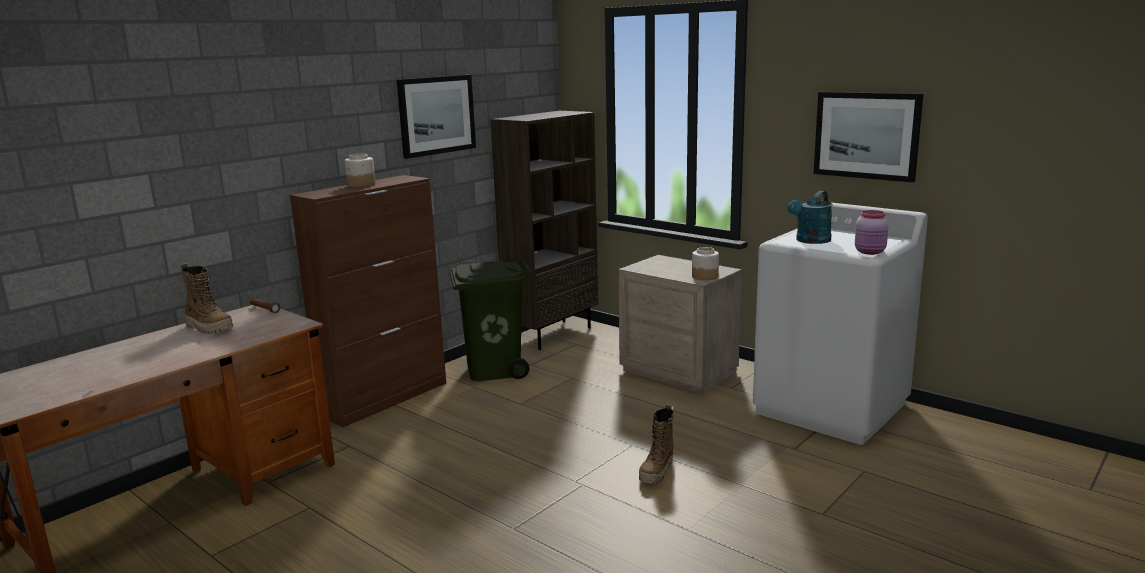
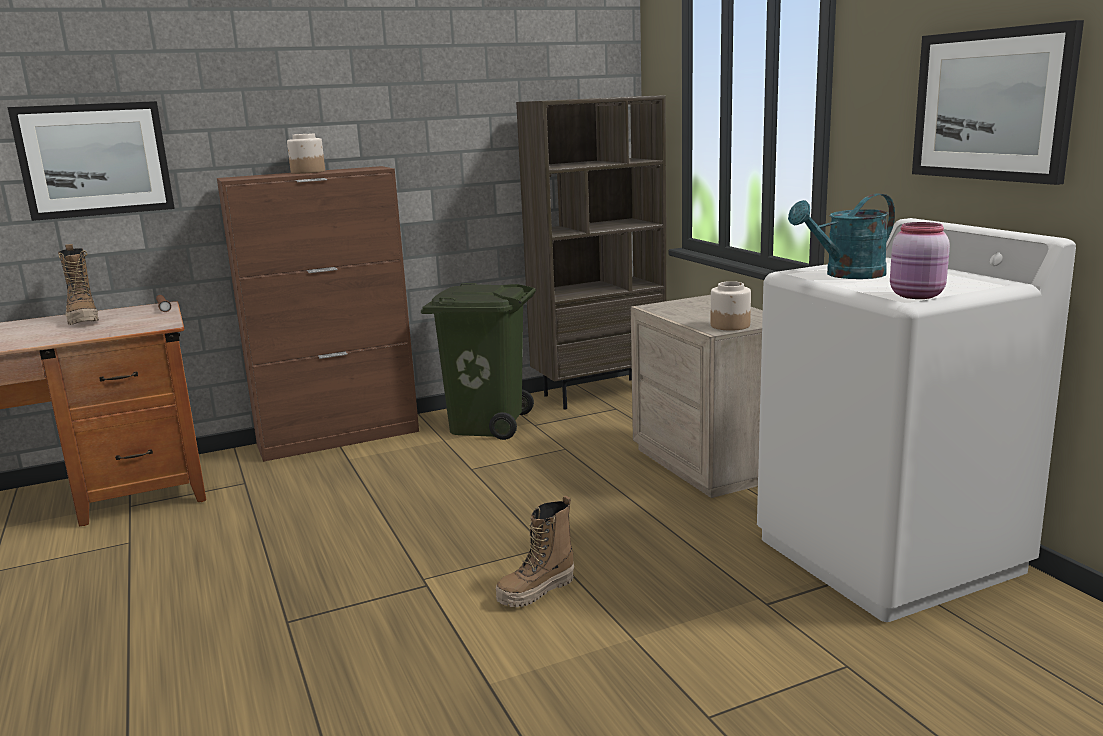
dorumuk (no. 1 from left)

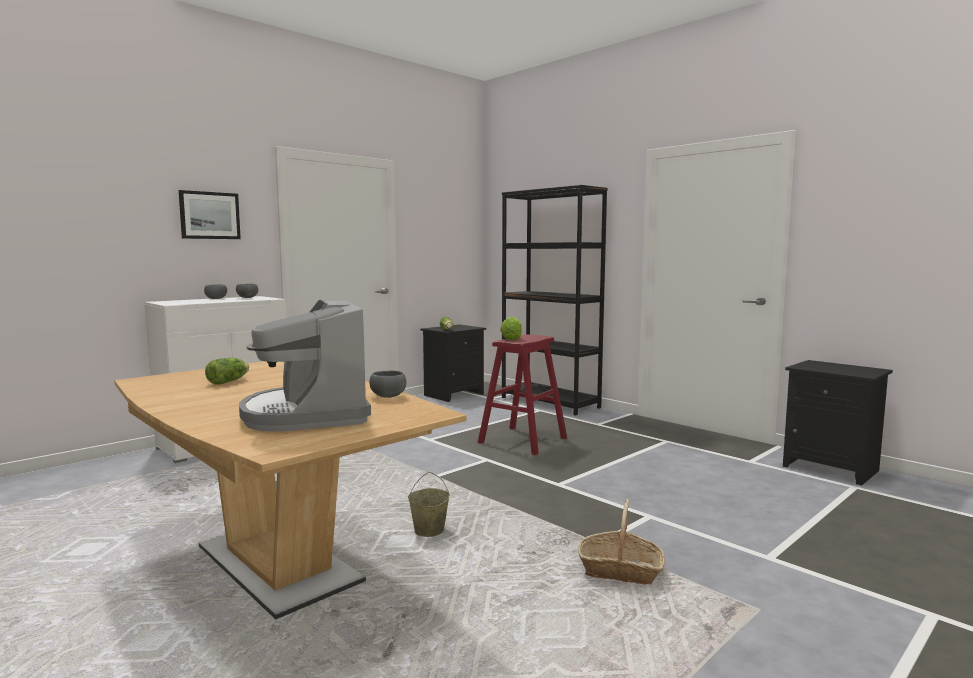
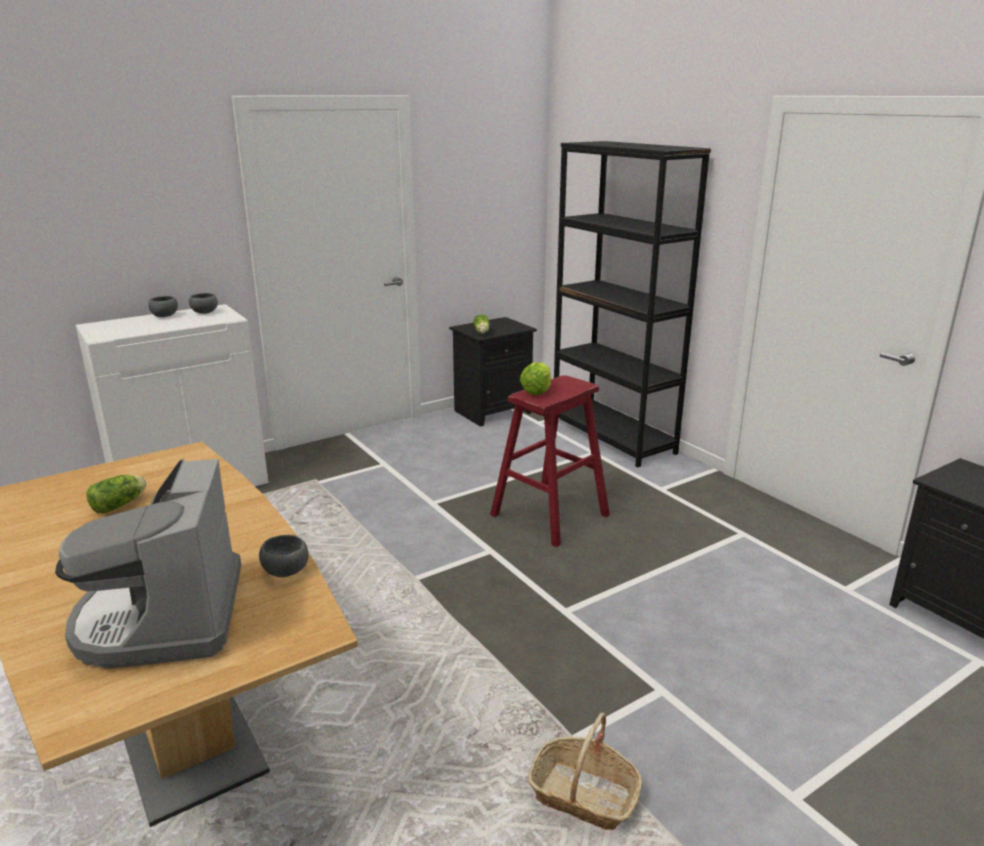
dorumuk; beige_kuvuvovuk

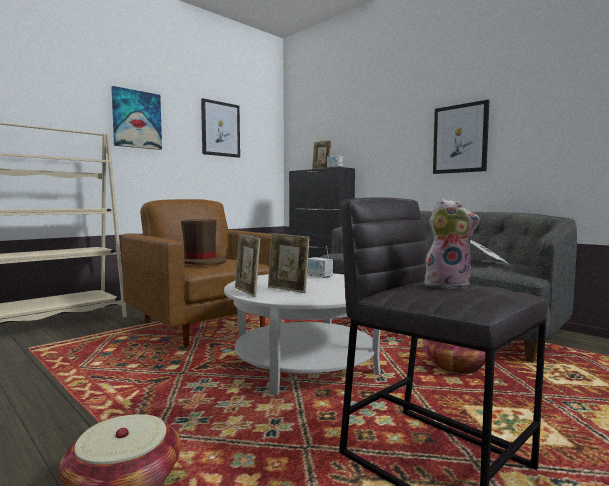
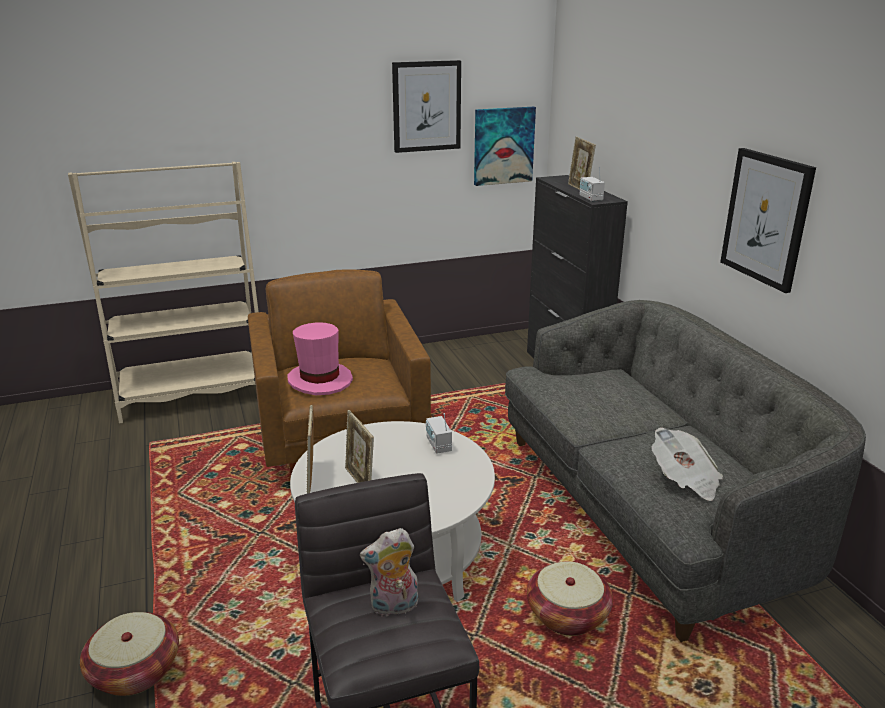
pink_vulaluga; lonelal; dorumuk (no. 2 from left)

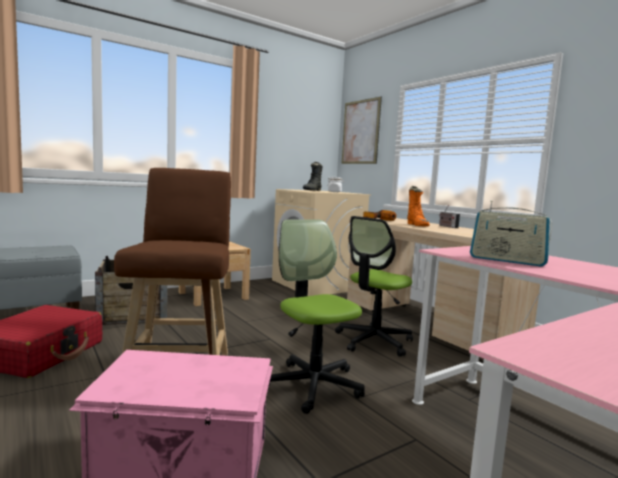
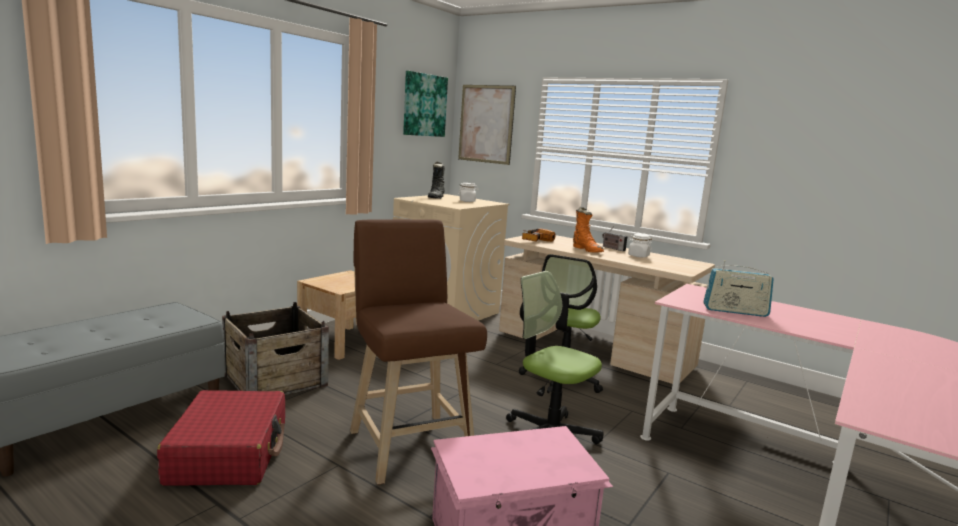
dorumuk (no. 1 from left); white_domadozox (no. 2 from left)

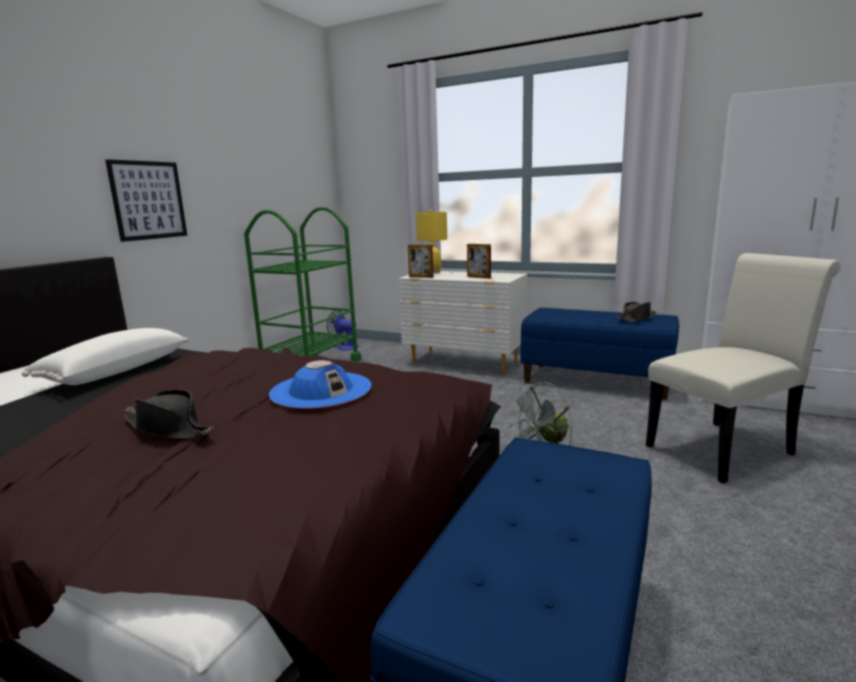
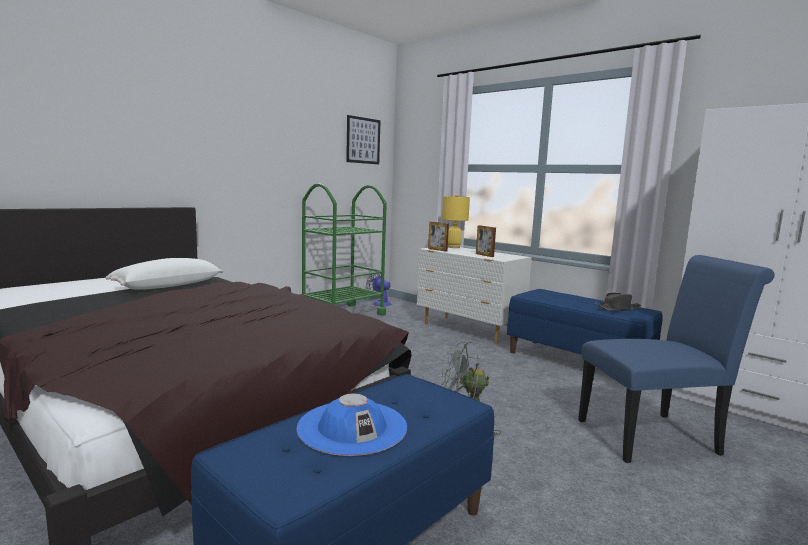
blue_vulaluga; dorumuk; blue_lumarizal; black_vulaluga (no. 1 from left in the first image)

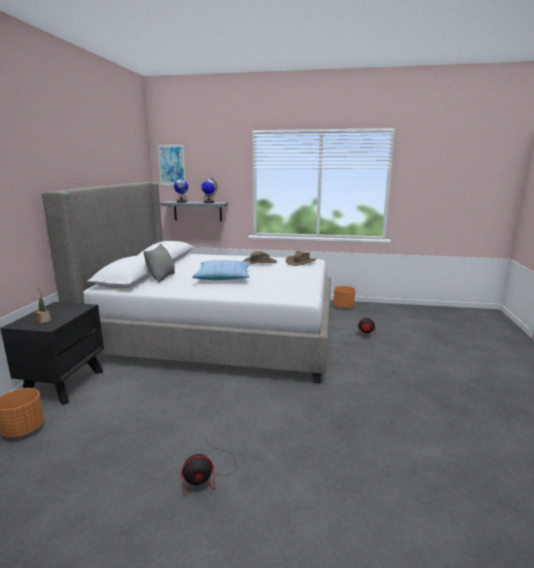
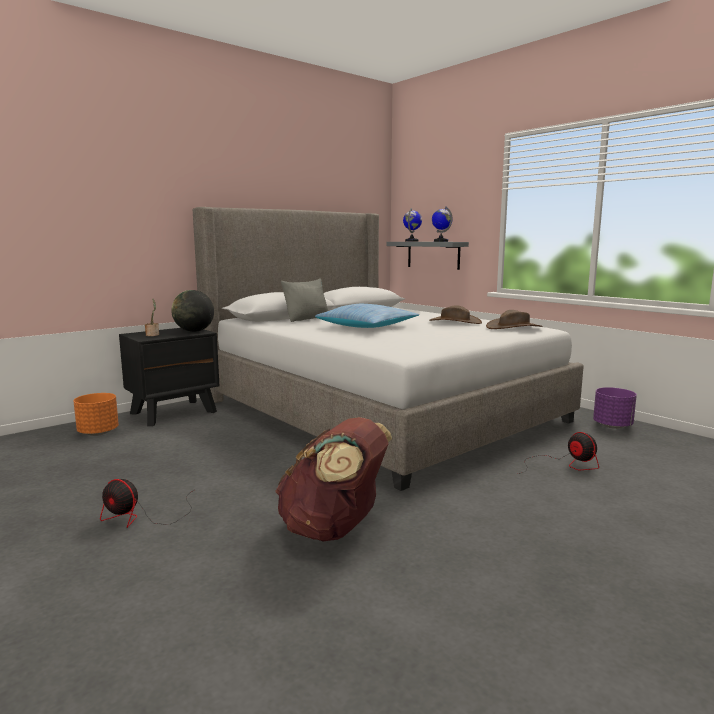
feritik (no. 1 from left); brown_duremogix; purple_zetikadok; dorumuk

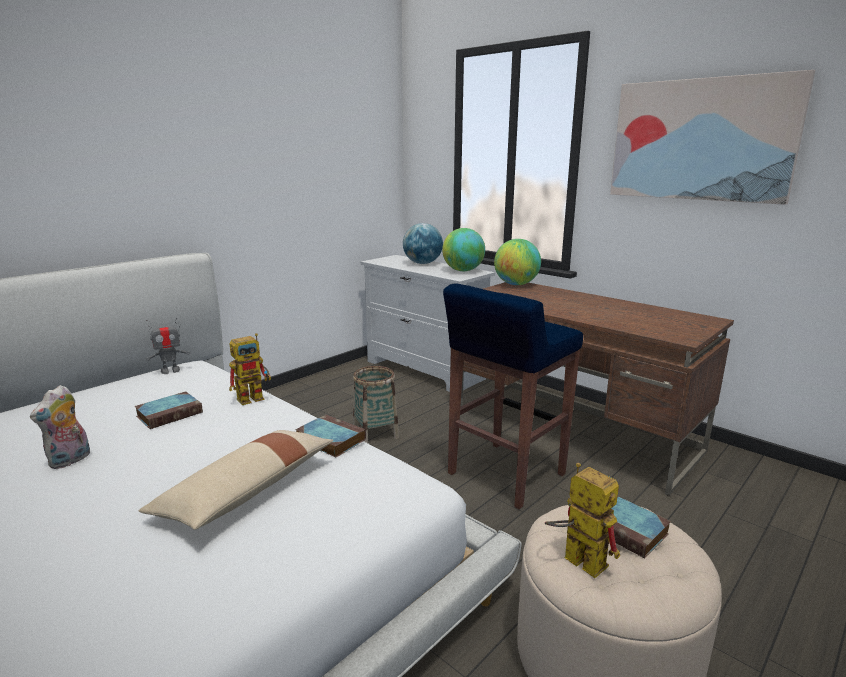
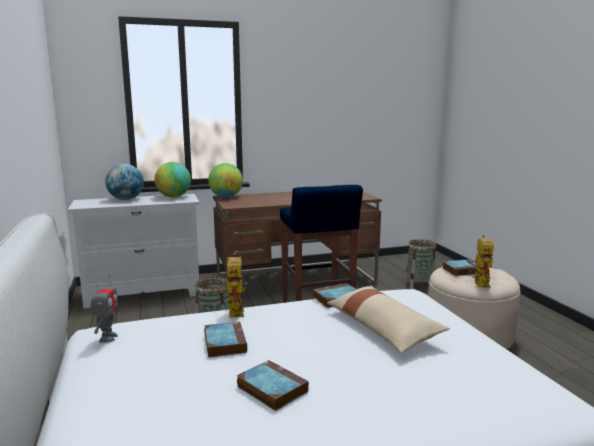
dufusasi (no. 2 from left); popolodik (no. 2 from left); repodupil (no. 3 from left); dorumuk

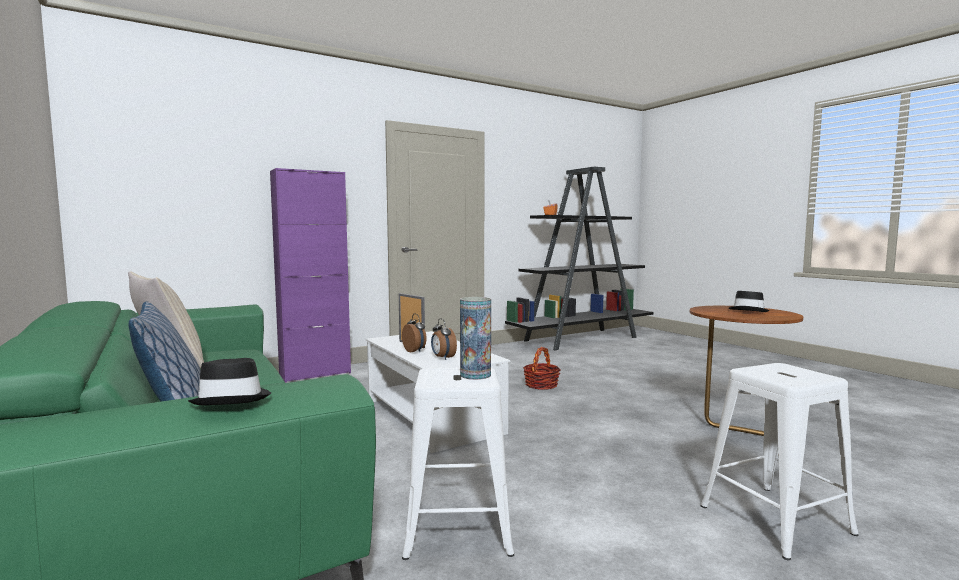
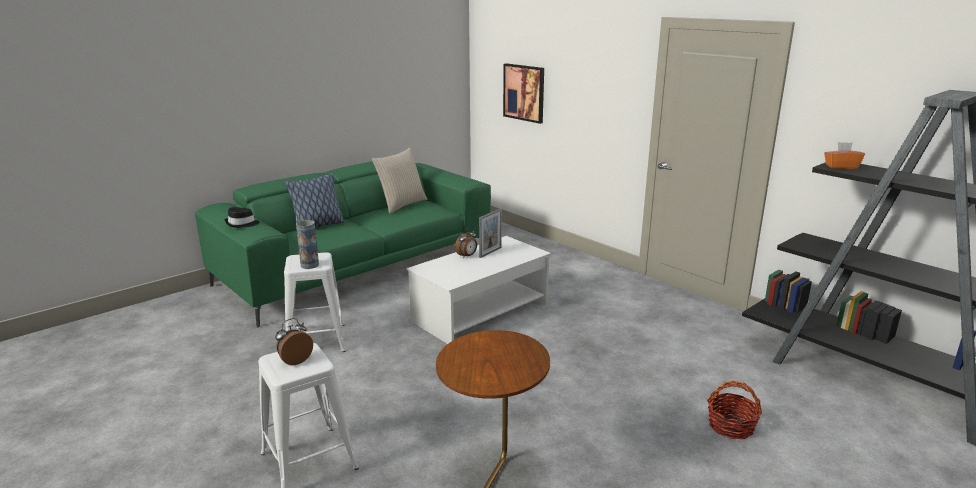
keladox (no. 1 from left); dorumuk; popolodik; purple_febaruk; black_vulaluga (no. 2 from left in the first image)

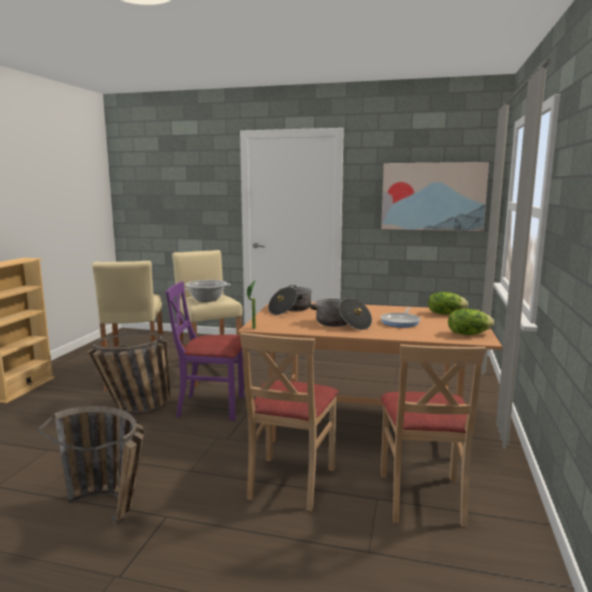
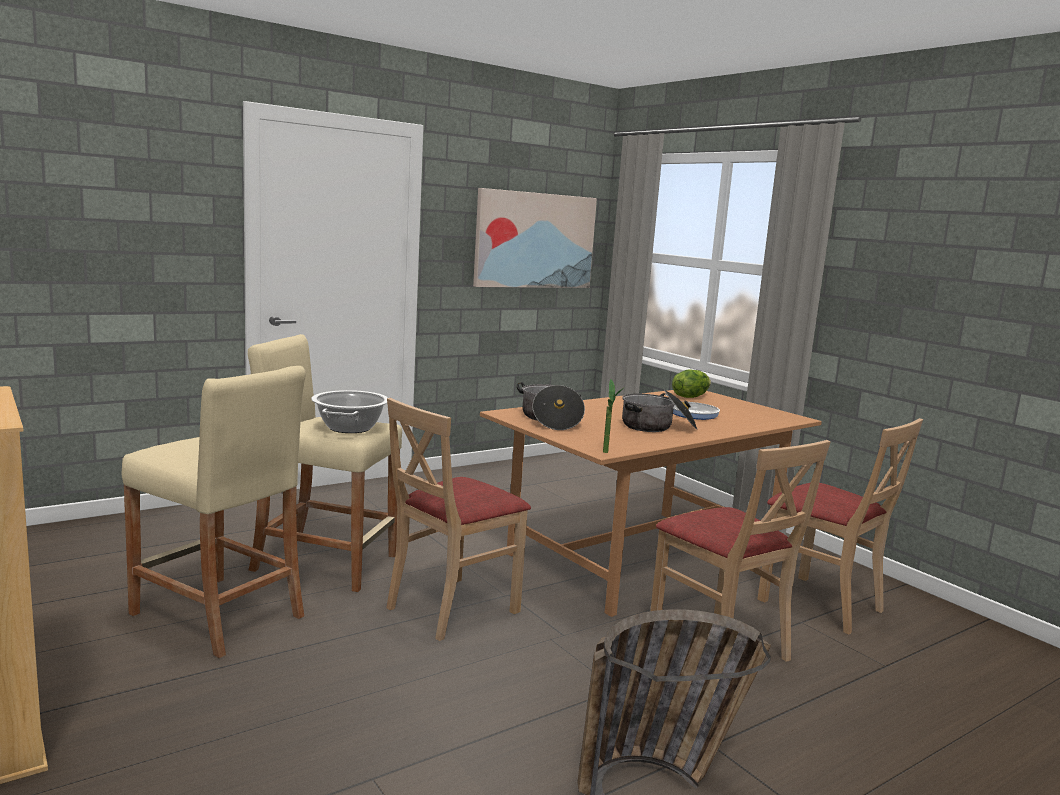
beige_lumarizal (no. 1 from left); popolodik (no. 2 from left in the first image); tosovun (no. 2 from left in the first image)

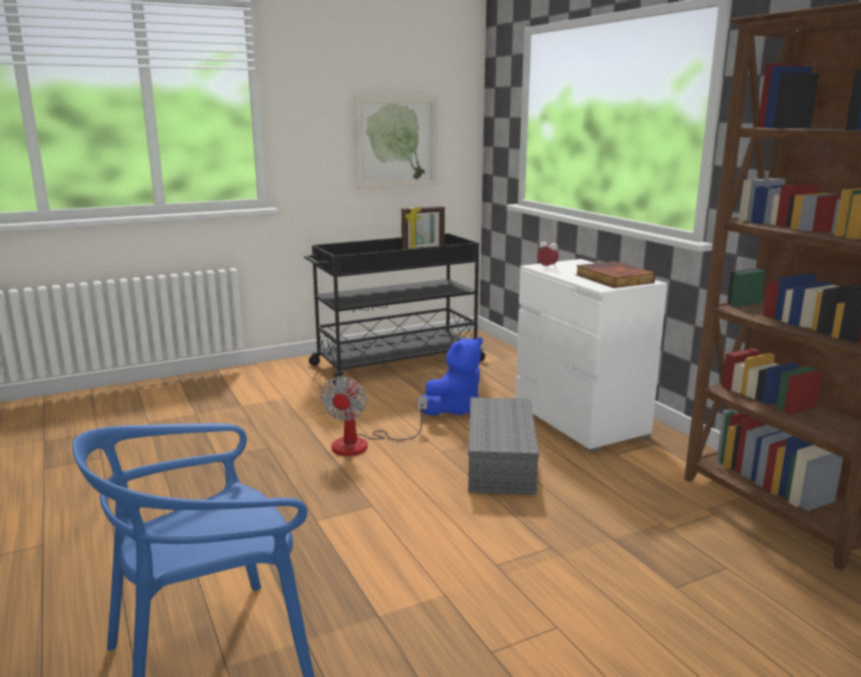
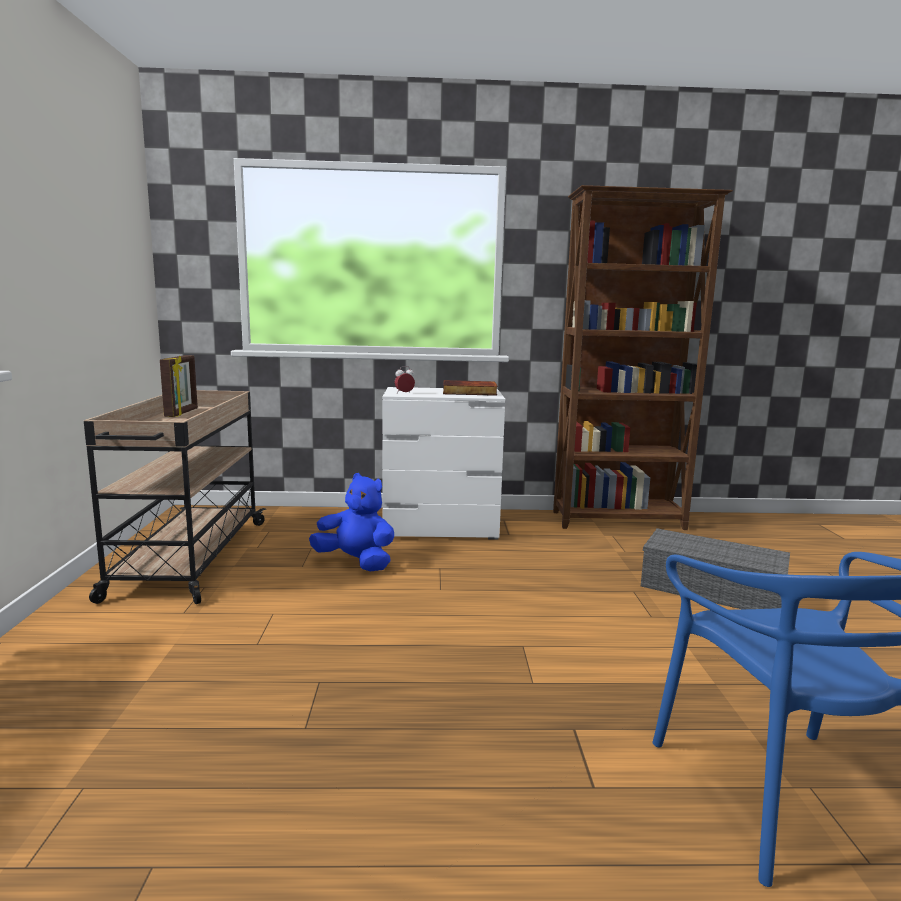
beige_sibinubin; blue_lonelal; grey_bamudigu; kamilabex; dorumuk

